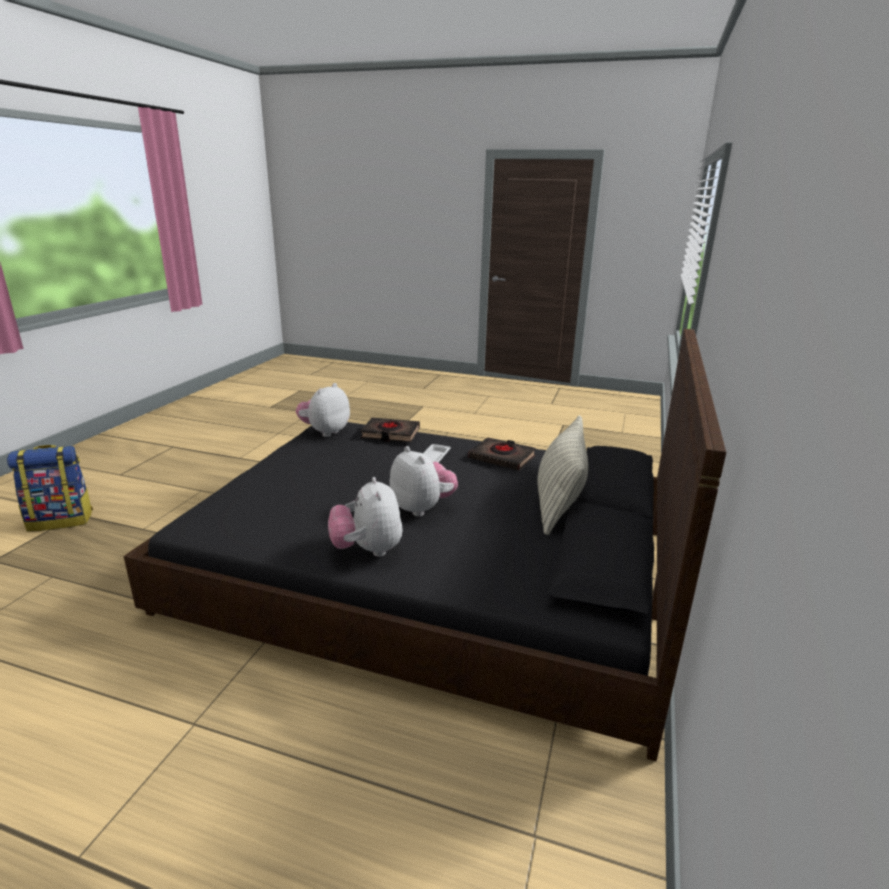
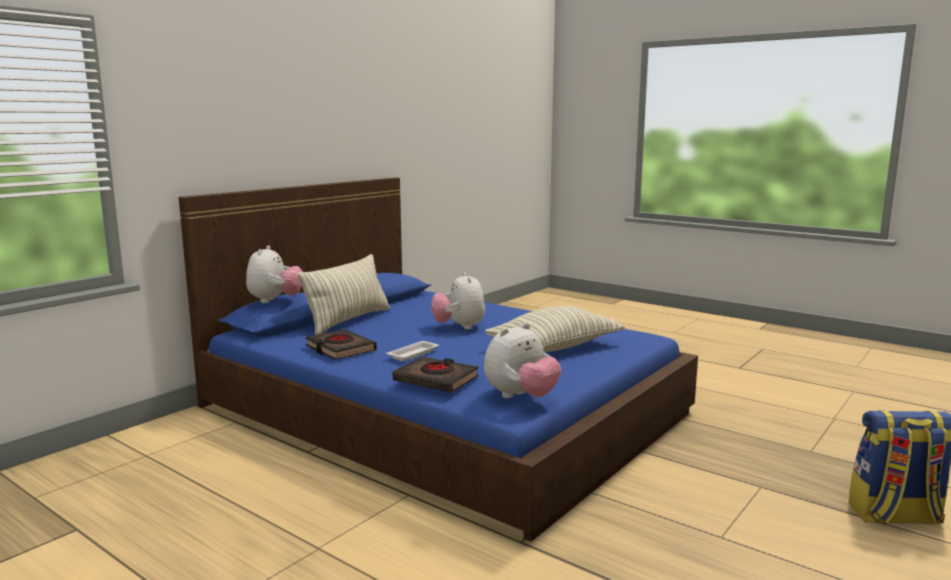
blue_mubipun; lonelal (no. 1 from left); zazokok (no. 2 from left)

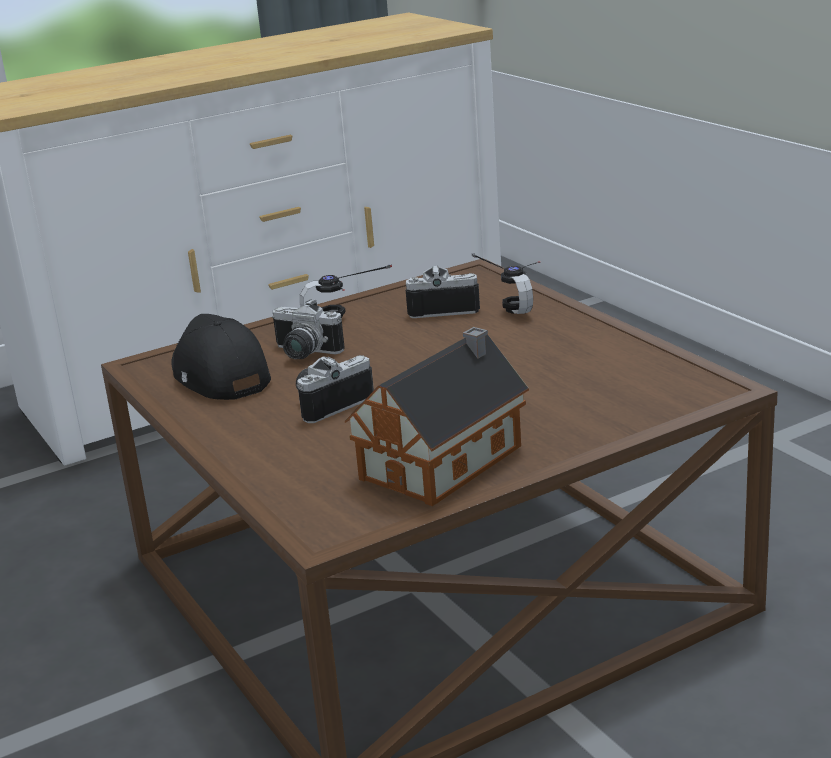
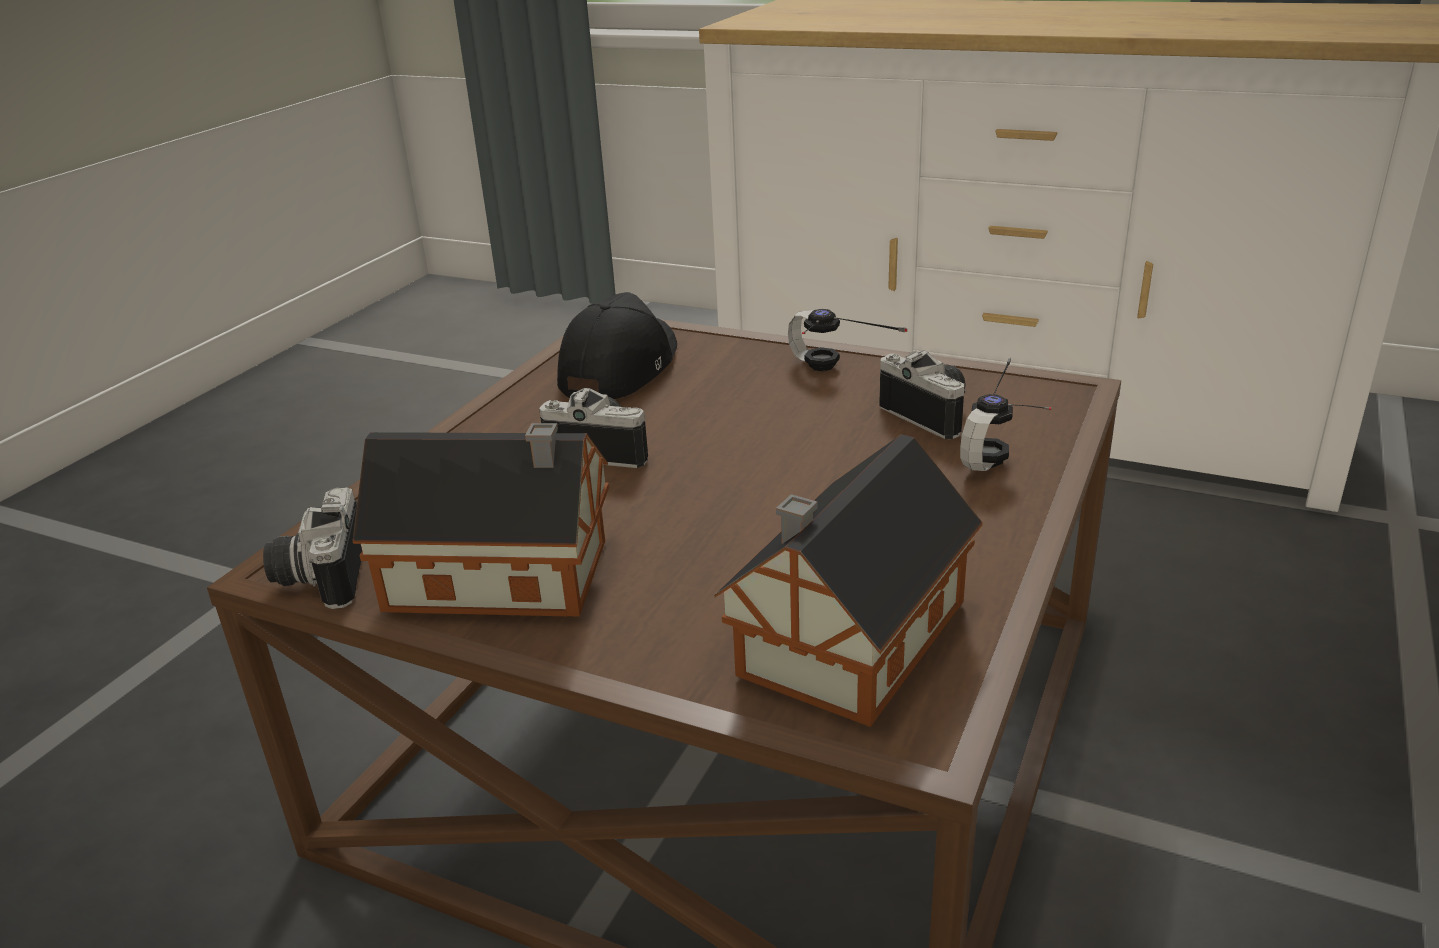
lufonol (no. 1 from left); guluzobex (no. 2 from left)

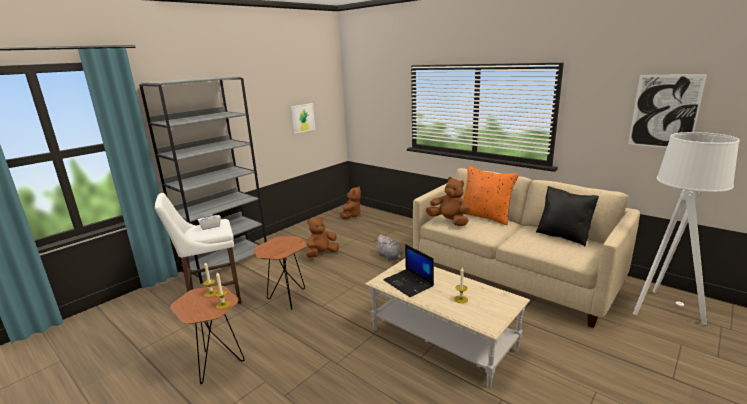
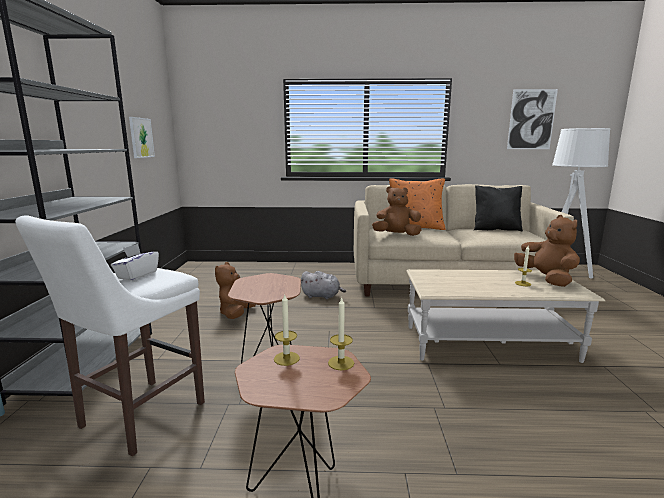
brown_lonelal (no. 3 from left); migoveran

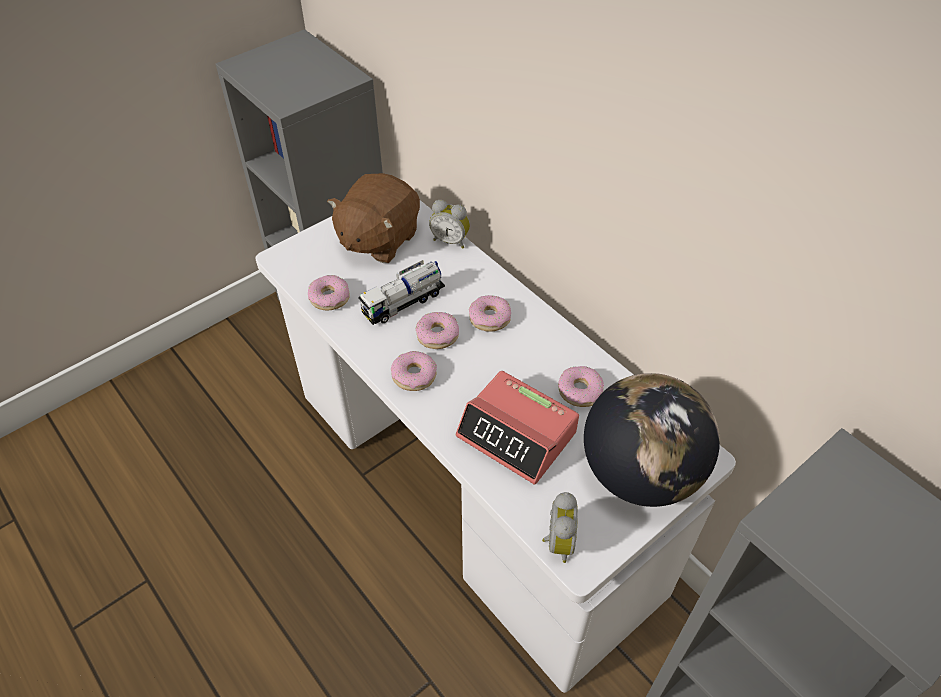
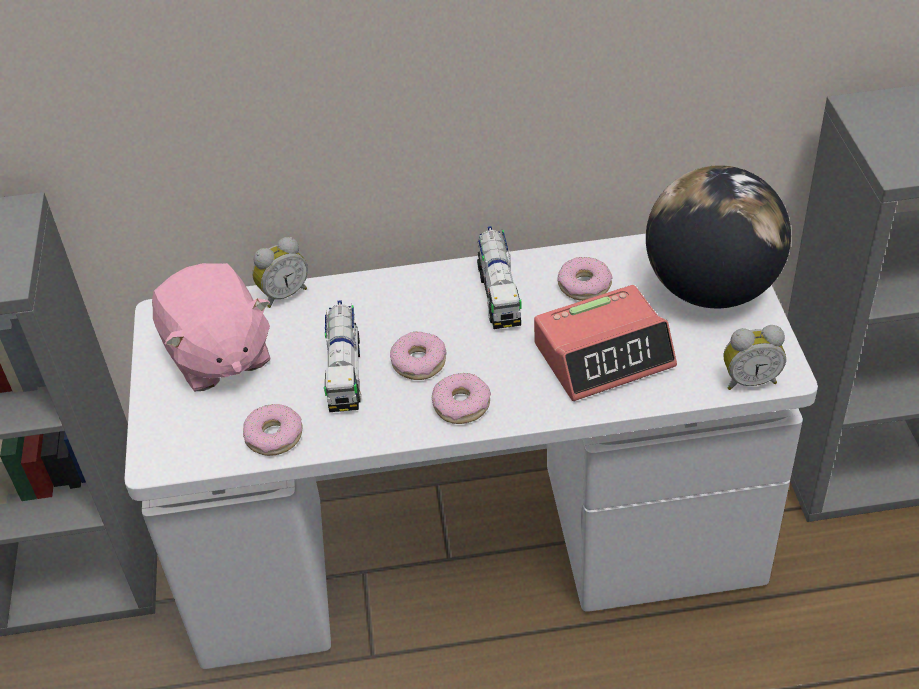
pink_lonelal; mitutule (no. 2 from left); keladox (no. 3 from left); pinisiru (no. 4 from left in the first image)

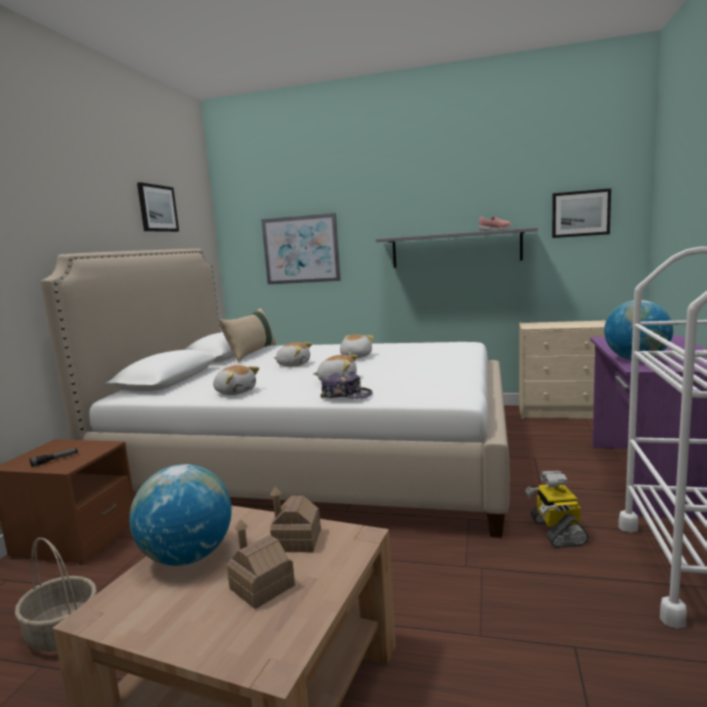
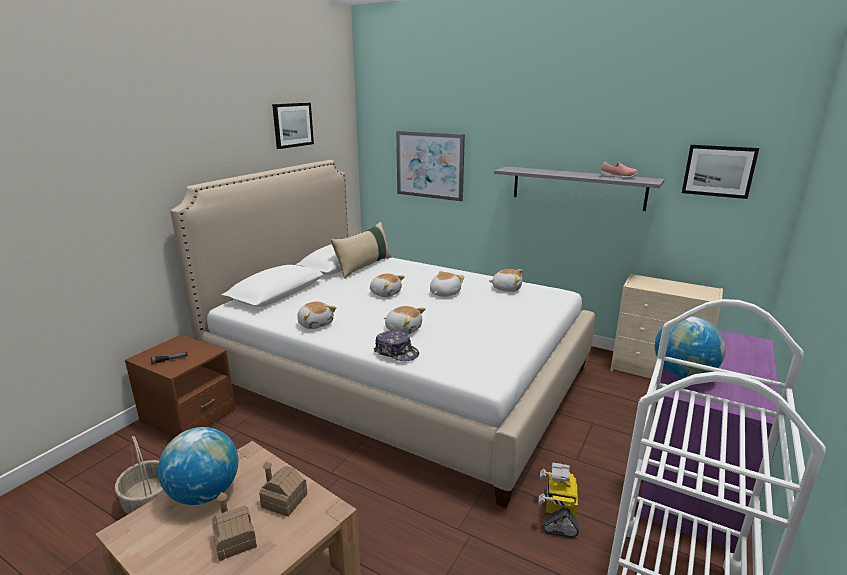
lonelal (no. 5 from left)

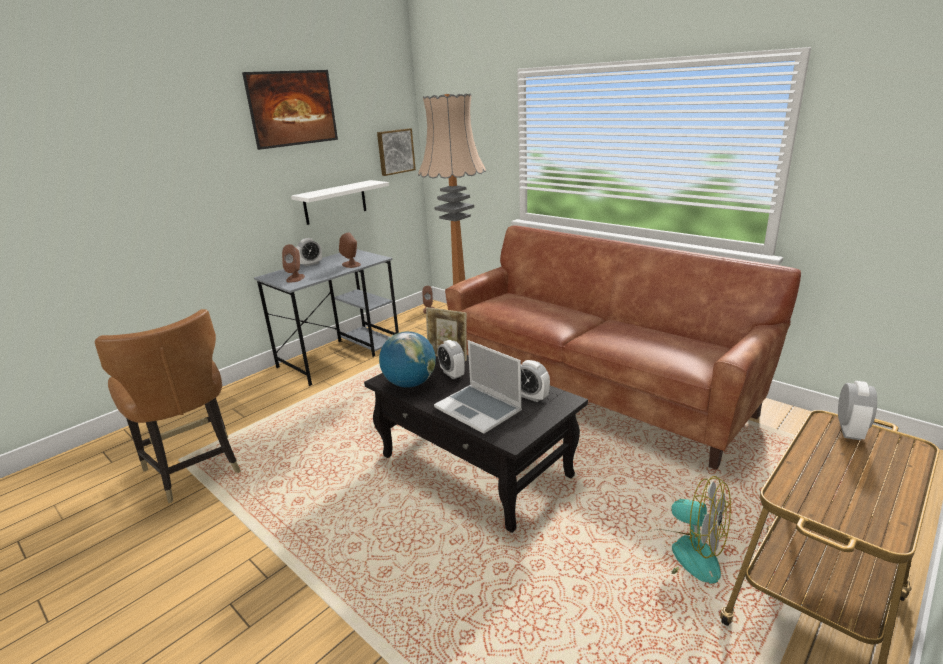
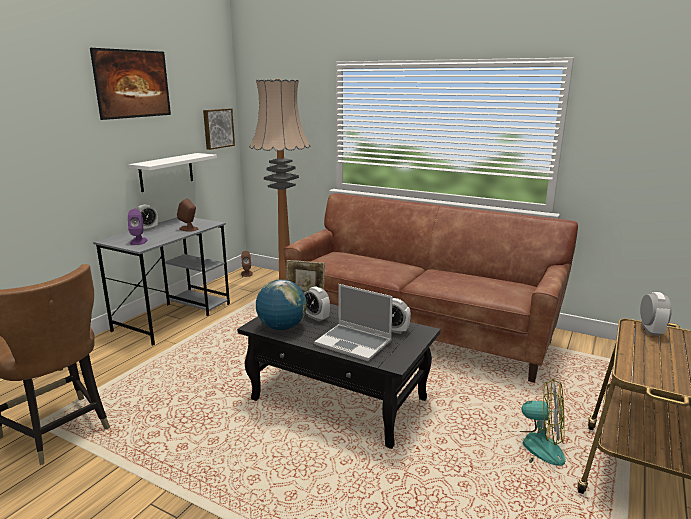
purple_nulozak

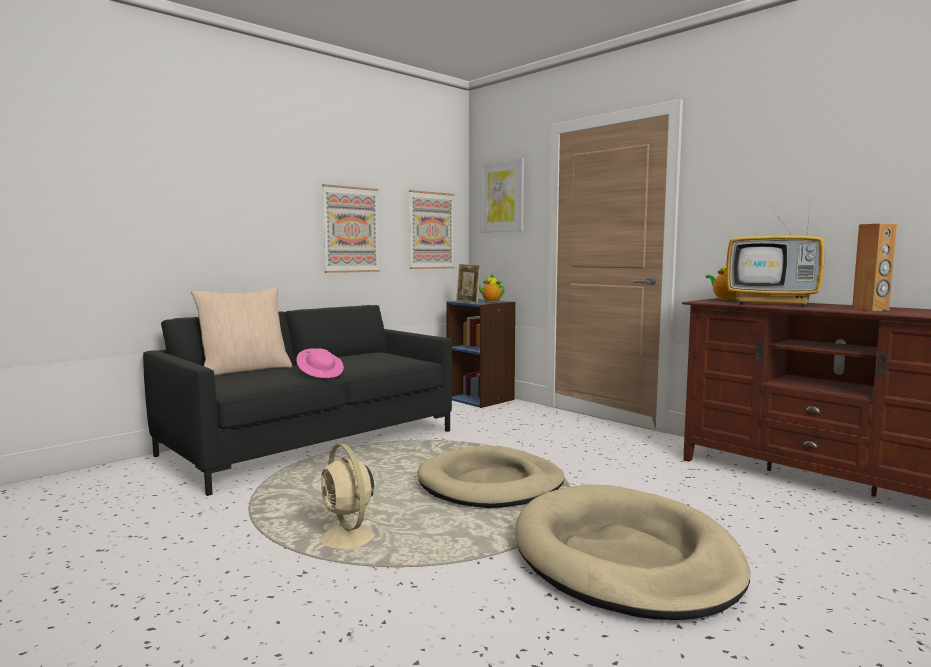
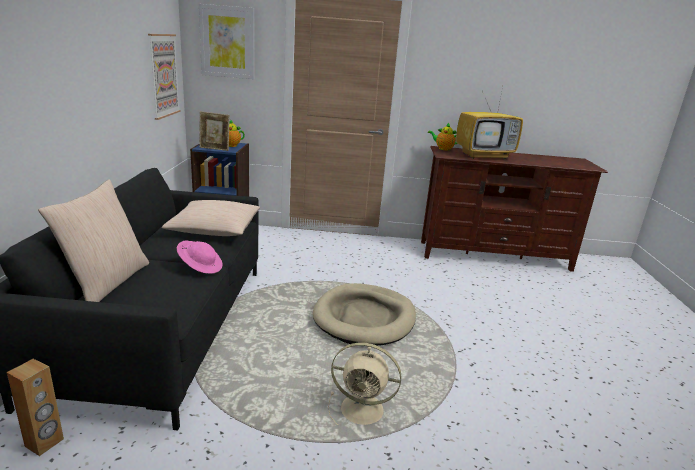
brown_nulozak; beige_zazokok (no. 2 from left); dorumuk (no. 1 from left in the first image); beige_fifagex (no. 2 from left in the first image)

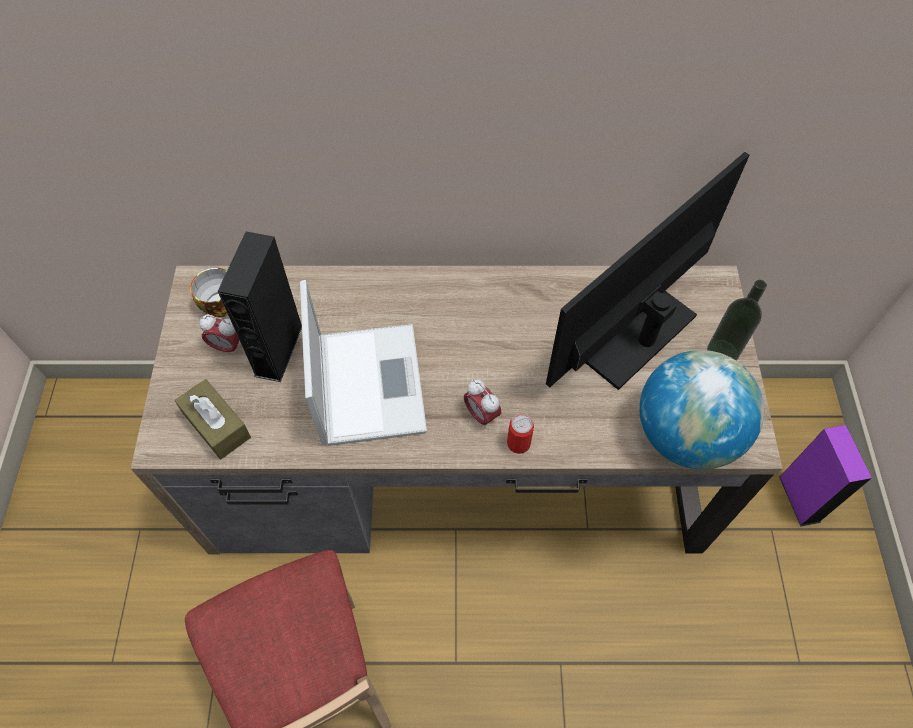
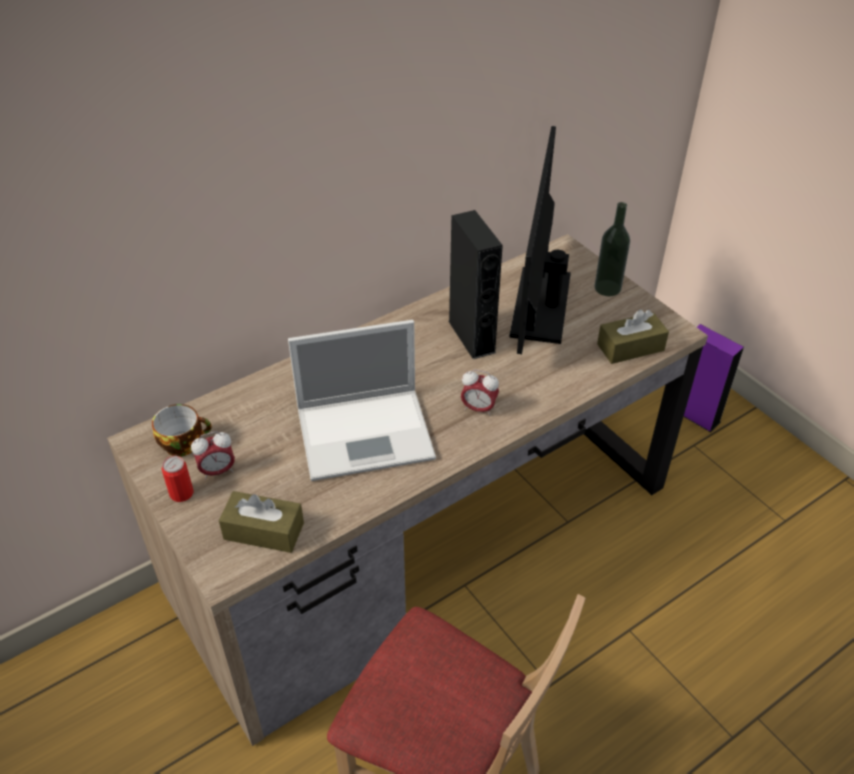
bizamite; migoveran; black_nulozak; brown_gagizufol (no. 2 from left)

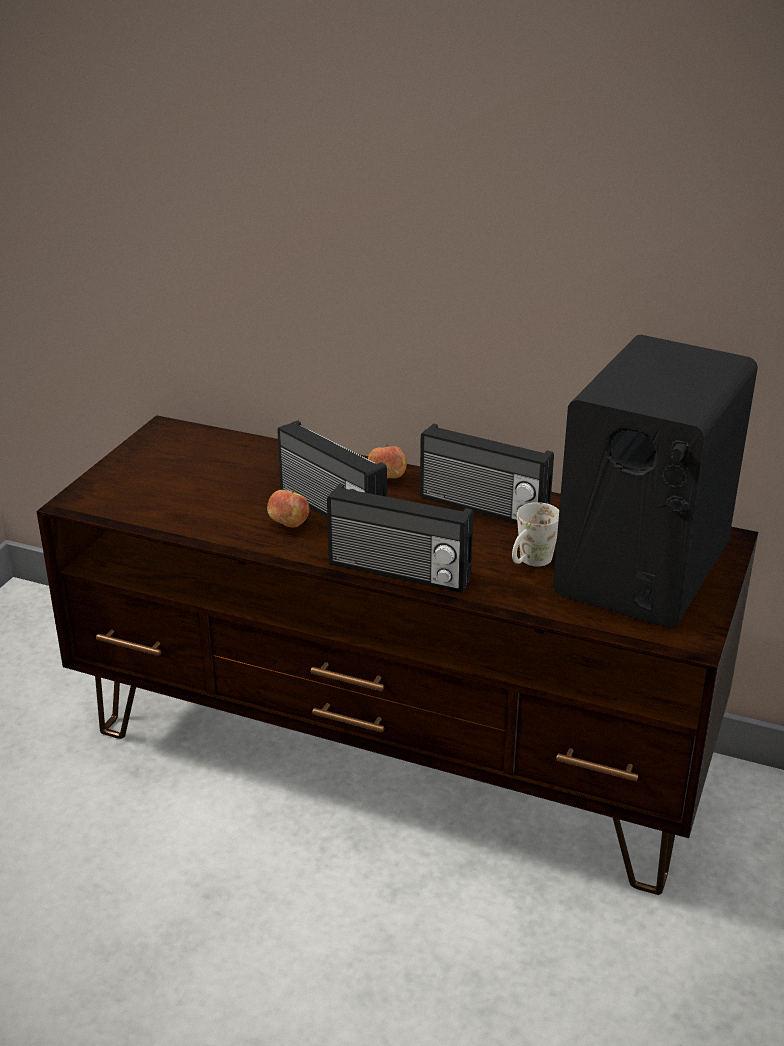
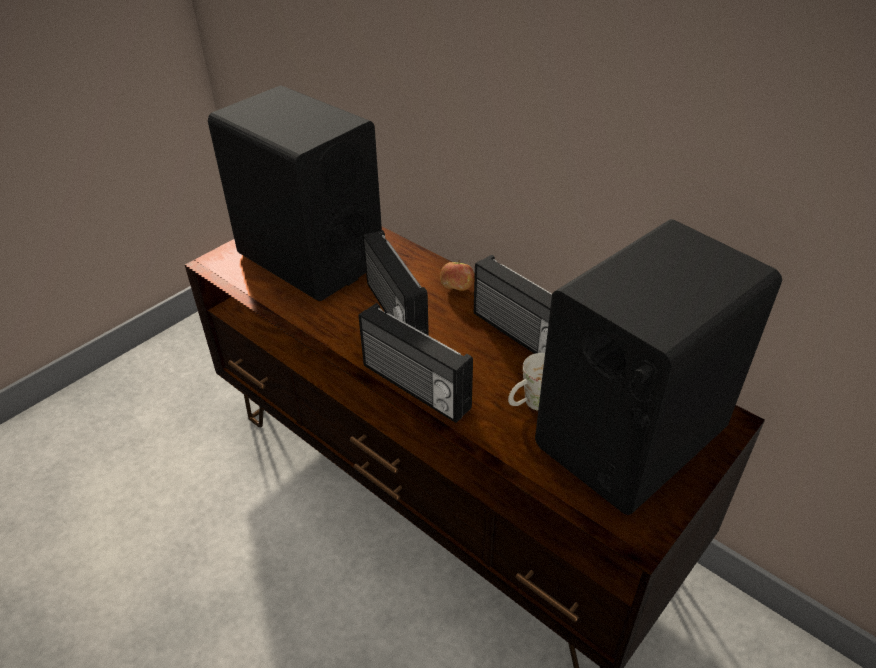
black_nulozak (no. 1 from left); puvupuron (no. 1 from left in the first image)

